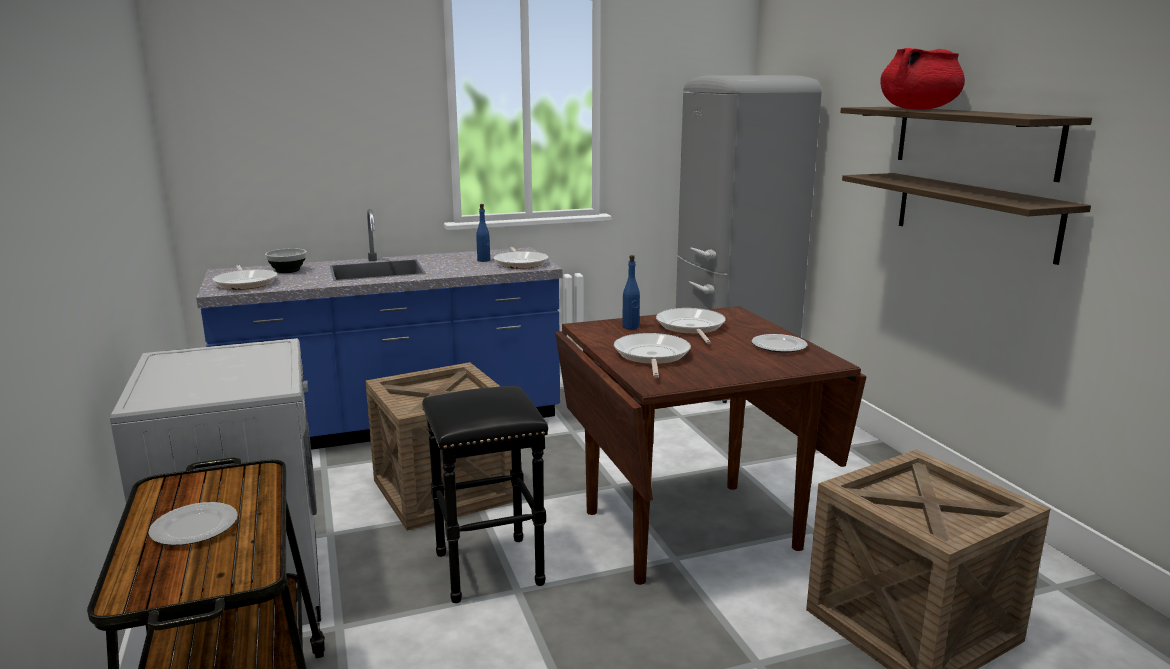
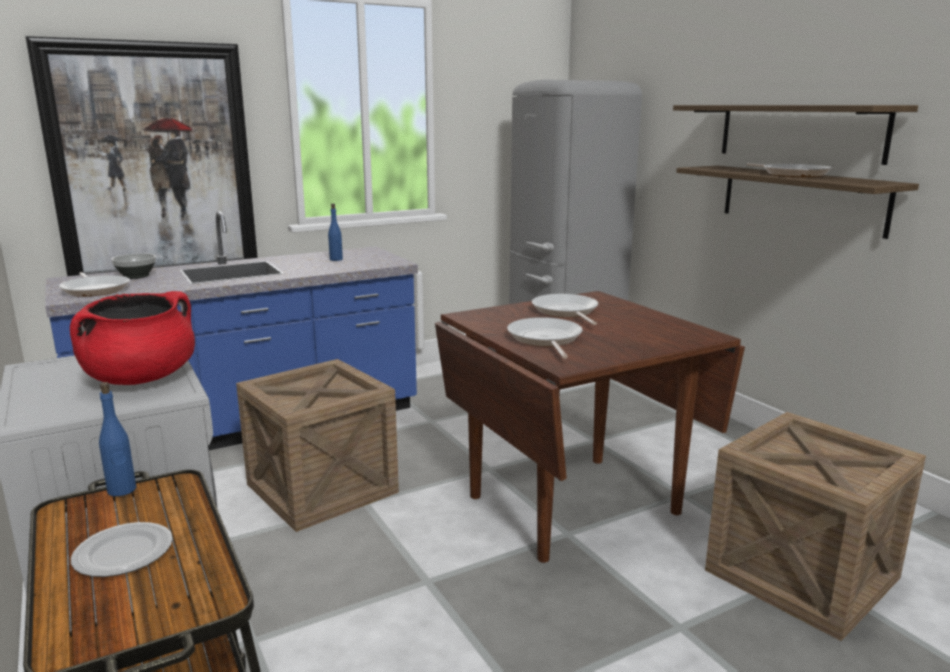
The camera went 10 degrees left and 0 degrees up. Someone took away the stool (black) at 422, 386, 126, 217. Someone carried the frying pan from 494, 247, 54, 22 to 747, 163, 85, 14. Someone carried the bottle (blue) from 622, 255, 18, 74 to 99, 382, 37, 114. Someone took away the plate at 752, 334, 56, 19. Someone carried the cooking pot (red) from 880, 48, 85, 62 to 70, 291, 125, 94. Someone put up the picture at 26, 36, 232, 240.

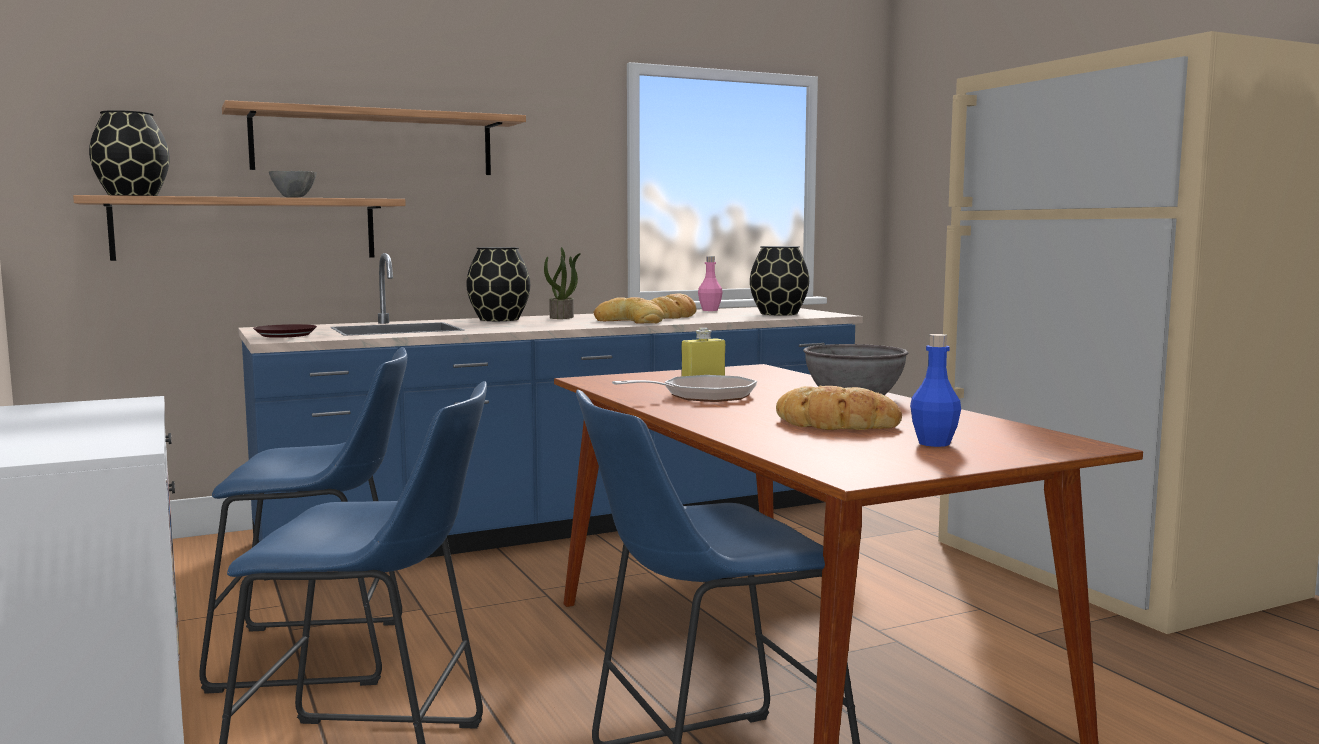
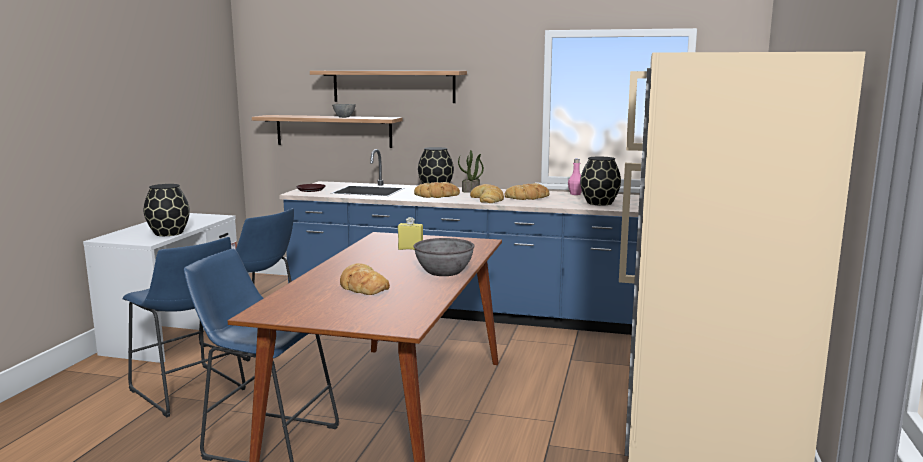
The camera went 40 degrees right and 5 degrees up. Someone carried the vase (black) from 89, 110, 81, 86 to 144, 184, 46, 52. Someone took away the frying pan at 612, 375, 145, 27. Someone took away the bottle (blue) at 910, 334, 51, 113. Someone put down the bread at 414, 182, 46, 16.

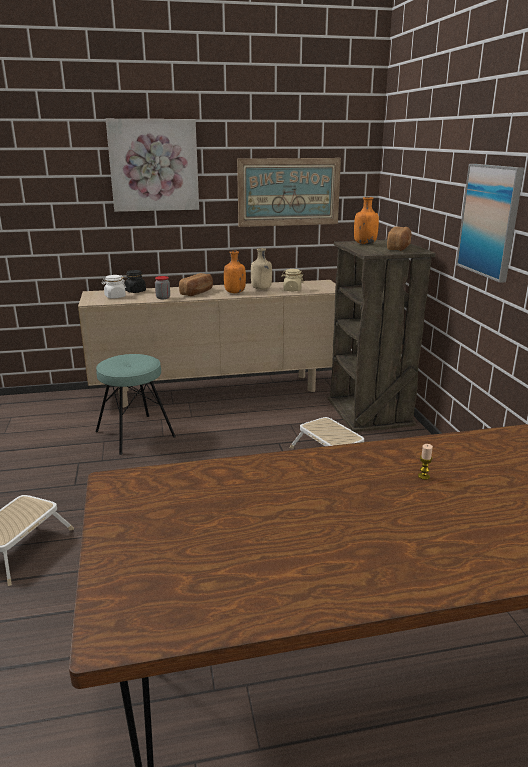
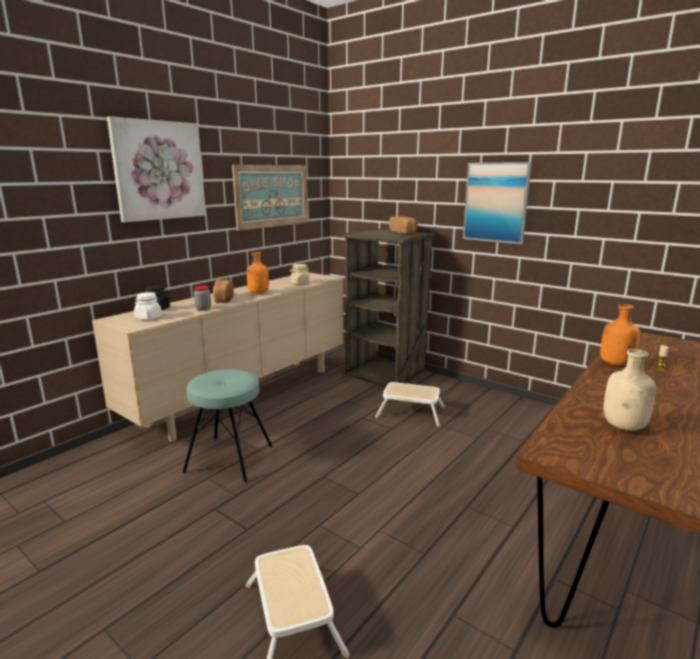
The camera went 40 degrees left and 5 degrees down. Someone carried the bottle (beige) from 251, 248, 21, 42 to 603, 349, 53, 82. Someone carried the bottle (orange) from 354, 197, 25, 47 to 600, 304, 40, 62.

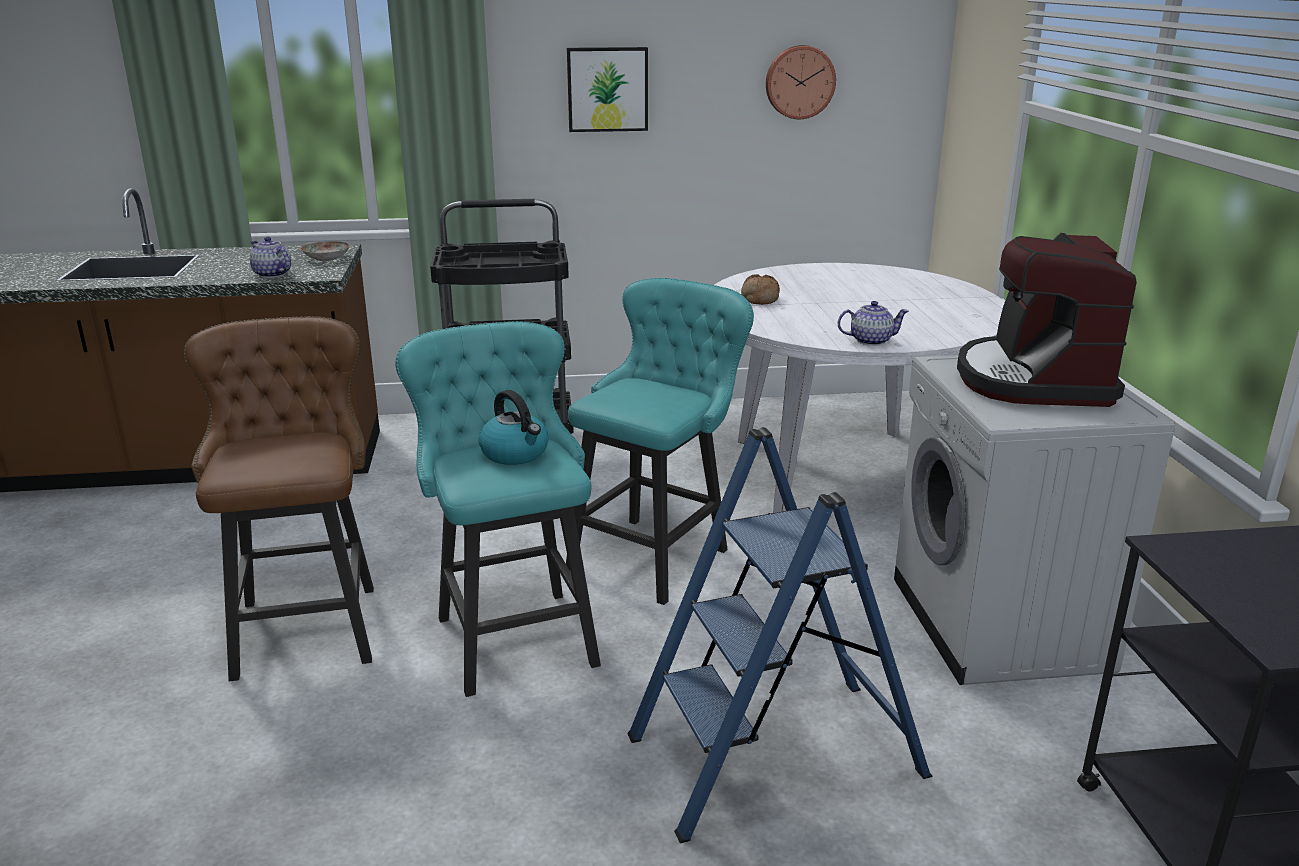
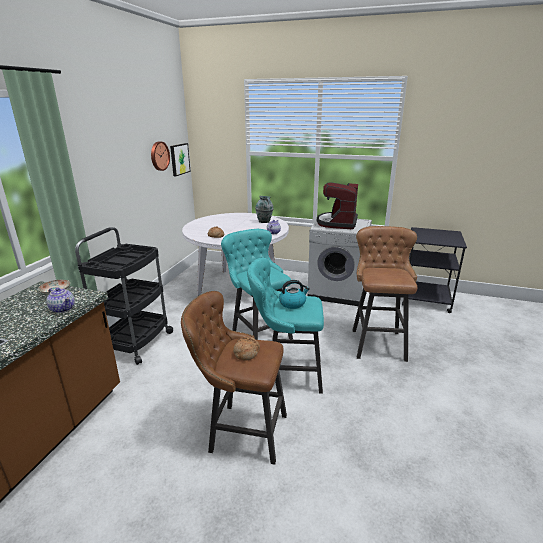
The camera went 65 degrees left and 0 degrees up. Someone rotated the teapot at 250, 237, 41, 41 by 120 degrees counterclockwise. Someone carried the picture from 567, 47, 81, 85 to 170, 143, 21, 33. Someone swapped the step ladder (blue) at 627, 427, 305, 416 for the stool (brown) at 352, 226, 66, 136. Someone rotated the coffee machine at 957, 233, 180, 174 by 75 degrees clockwise. Someone put down the bread at 233, 336, 27, 24. Someone put down the vase at 255, 196, 18, 27.

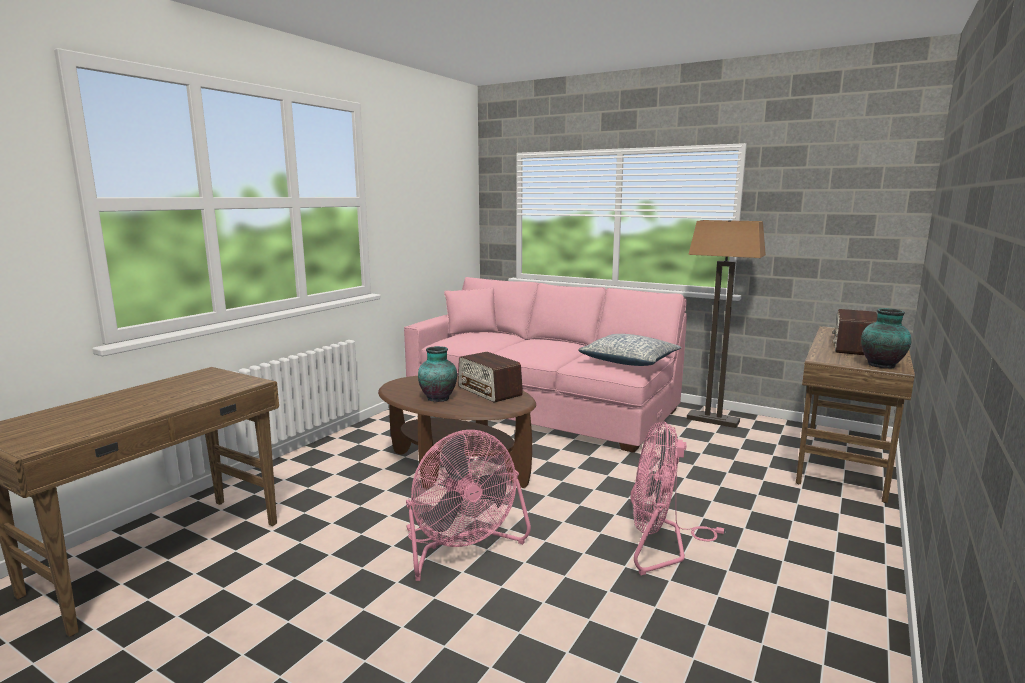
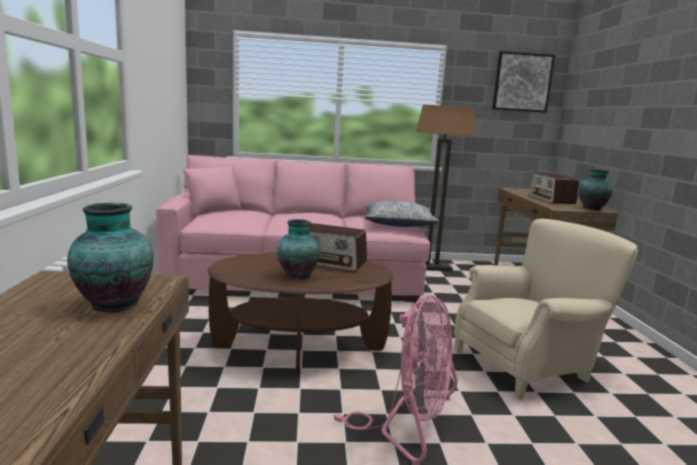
The camera went 35 degrees left and 0 degrees up. Someone swapped the fan (pink) at 630, 421, 97, 155 for the armchair (beige) at 454, 219, 184, 180. Someone put down the vase at 67, 203, 87, 109. Someone put up the picture at 492, 51, 63, 62.

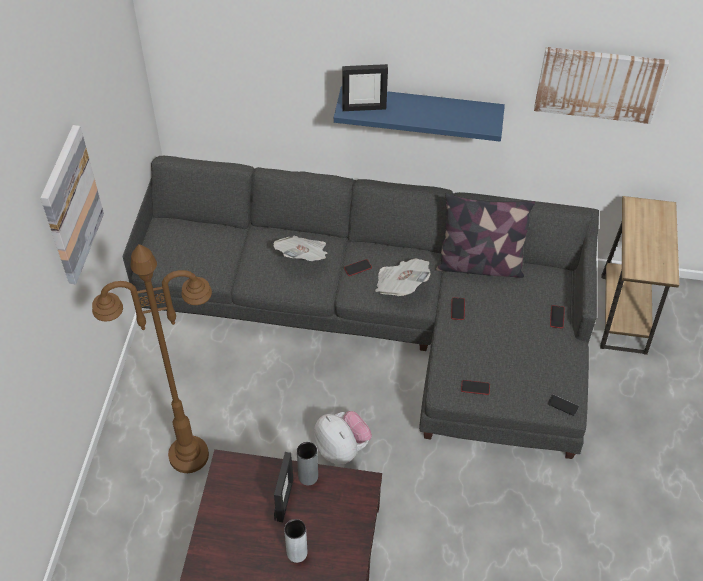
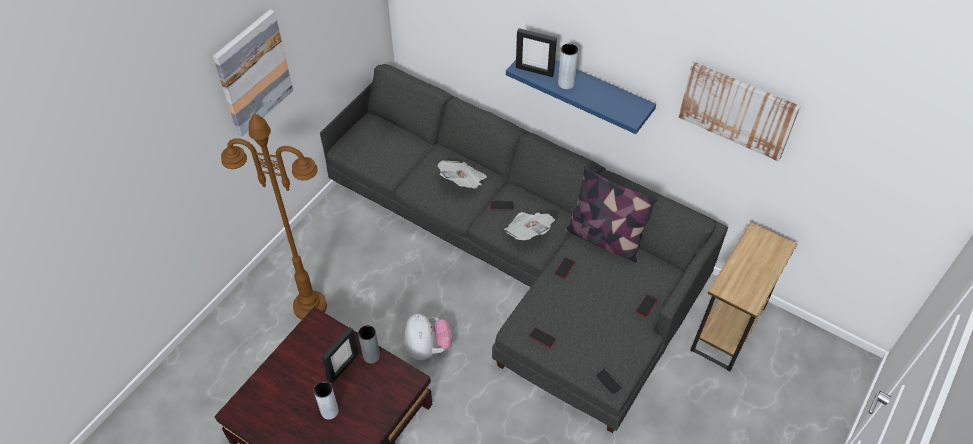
The camera went 25 degrees right and 0 degrees up. Someone put down the vase (grey) at 558, 43, 20, 46.

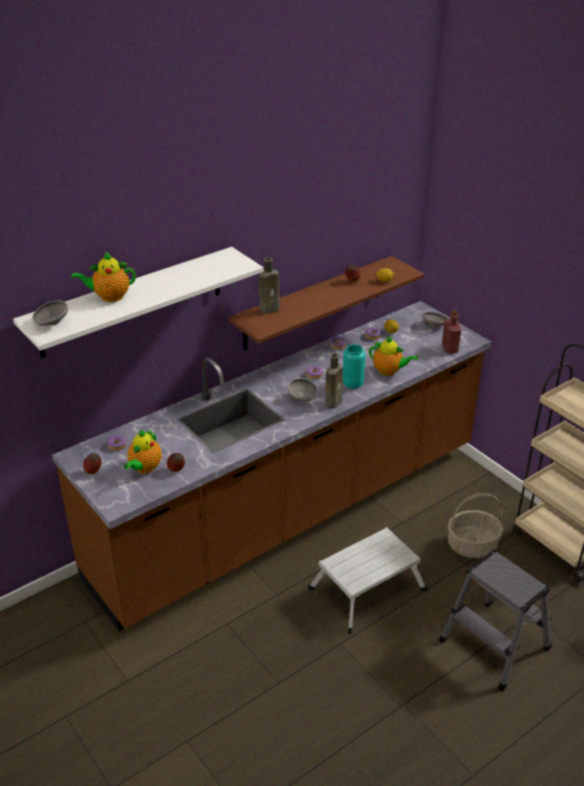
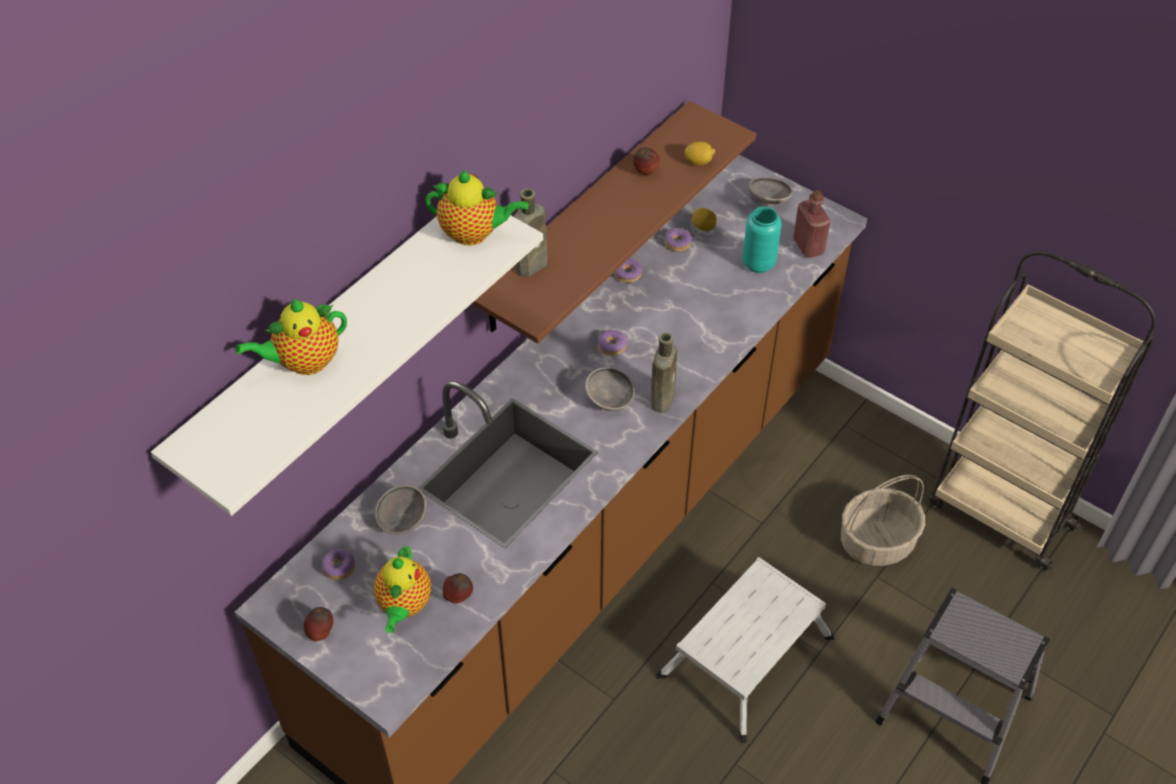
The camera went 15 degrees left and 15 degrees up. Someone carried the bowl (grey) from 32, 300, 36, 26 to 375, 485, 52, 50. Someone carried the vase (turquoise) from 343, 344, 23, 45 to 742, 207, 40, 66. Someone carried the teapot from 369, 336, 49, 40 to 425, 170, 104, 75.

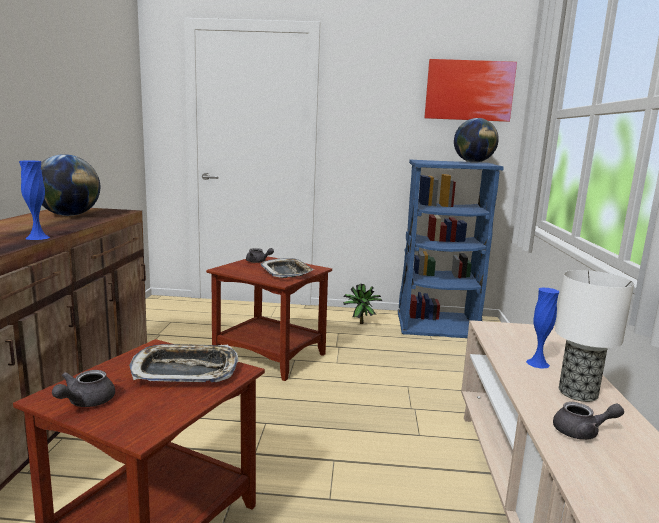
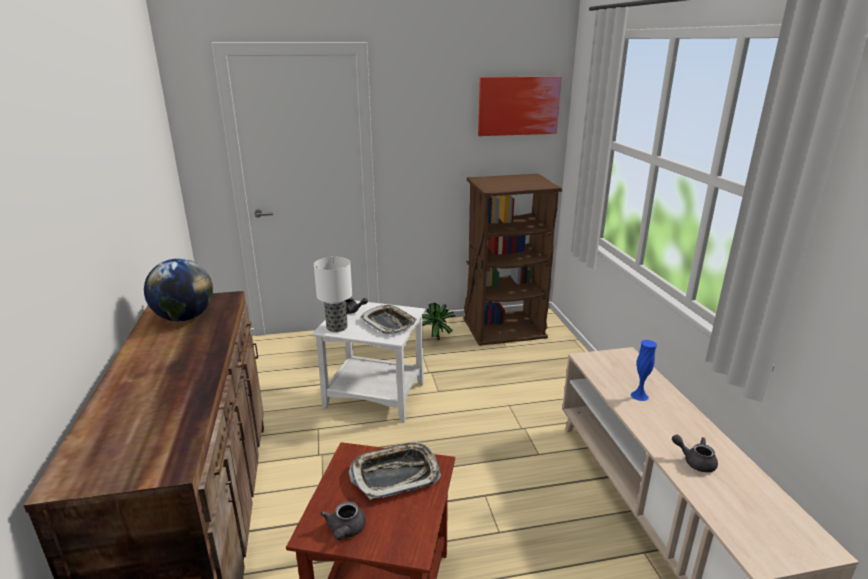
The camera went 15 degrees left and 10 degrees up. Someone took away the vase (blue) at 19, 160, 31, 80. Someone repainted the side table (brown) at 206, 256, 126, 125, which became the side table (white) at 312, 301, 113, 122. Someone repainted the bookcase (blue) at 398, 159, 106, 179, which became the bookcase (brown) at 463, 174, 99, 172. Someone took away the globe at 454, 118, 45, 45. Someone rotated the teapot (grey) at 553, 402, 71, 38 by 135 degrees counterclockwise. Someone carried the table lamp from 555, 270, 79, 132 to 314, 257, 38, 75.

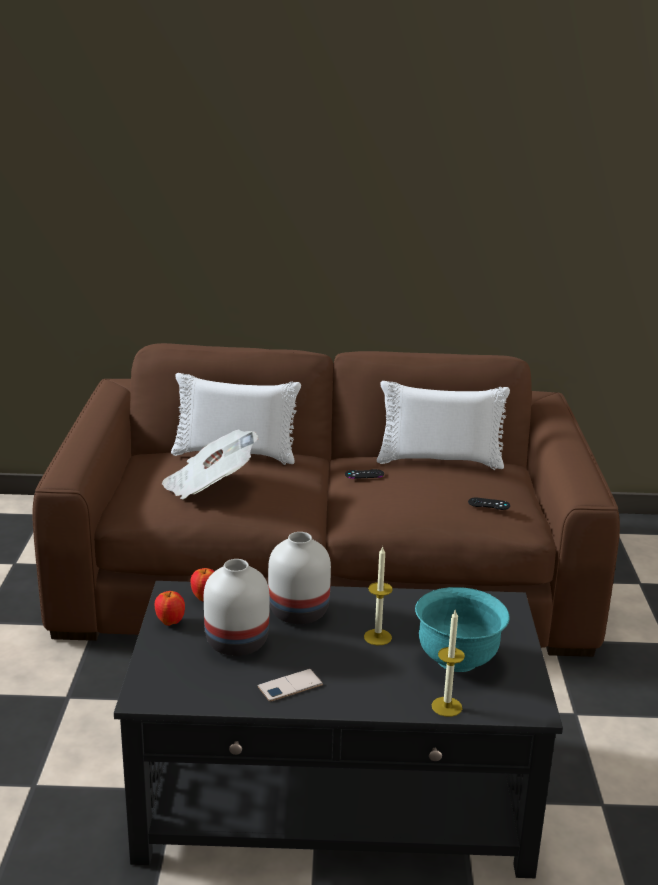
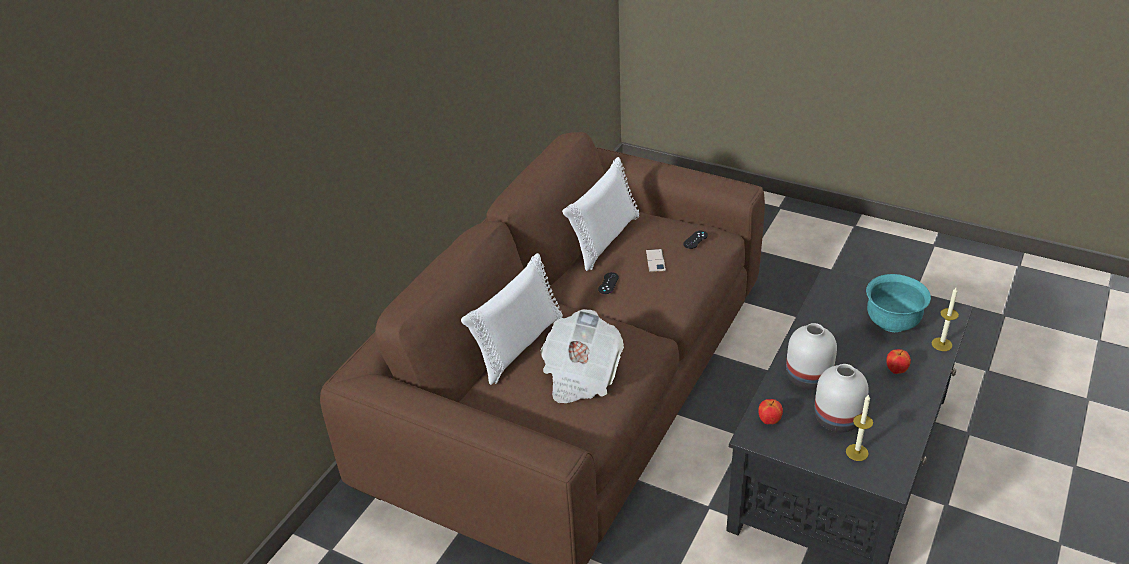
The camera went 60 degrees left and 15 degrees up. Someone carried the apple from 155, 591, 30, 35 to 886, 349, 25, 25. Someone carried the phone from 258, 669, 65, 33 to 646, 249, 20, 23. Someone carried the candle from 364, 546, 29, 99 to 846, 394, 27, 67.

